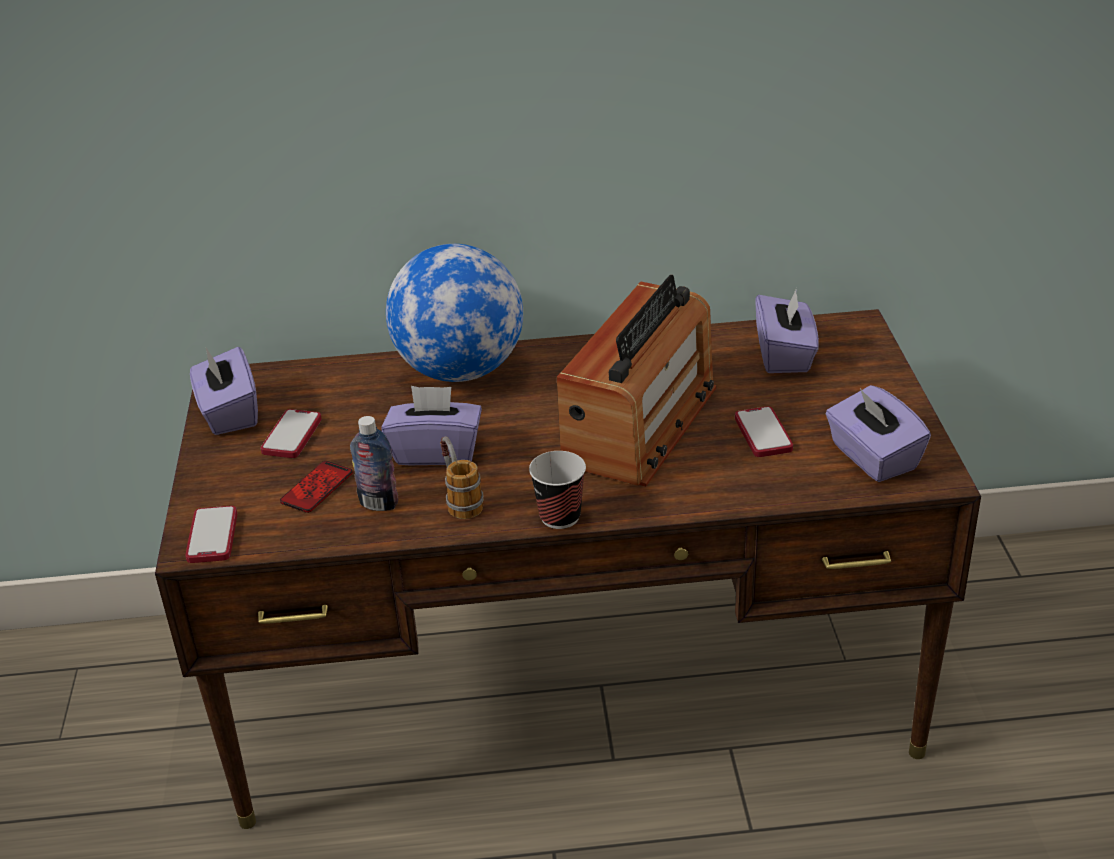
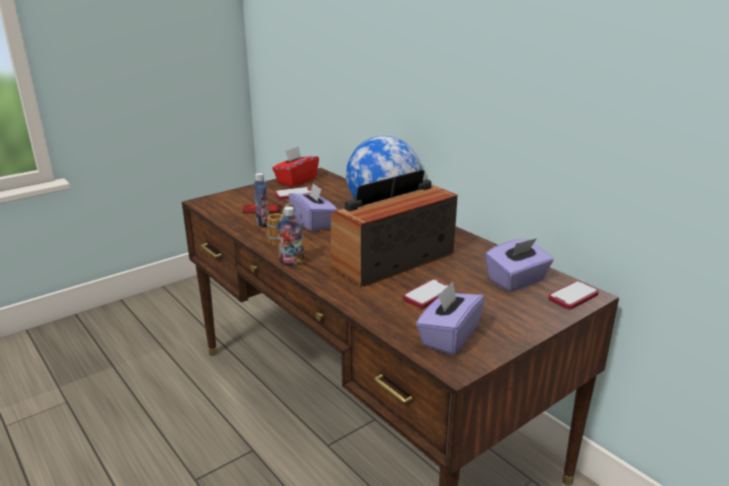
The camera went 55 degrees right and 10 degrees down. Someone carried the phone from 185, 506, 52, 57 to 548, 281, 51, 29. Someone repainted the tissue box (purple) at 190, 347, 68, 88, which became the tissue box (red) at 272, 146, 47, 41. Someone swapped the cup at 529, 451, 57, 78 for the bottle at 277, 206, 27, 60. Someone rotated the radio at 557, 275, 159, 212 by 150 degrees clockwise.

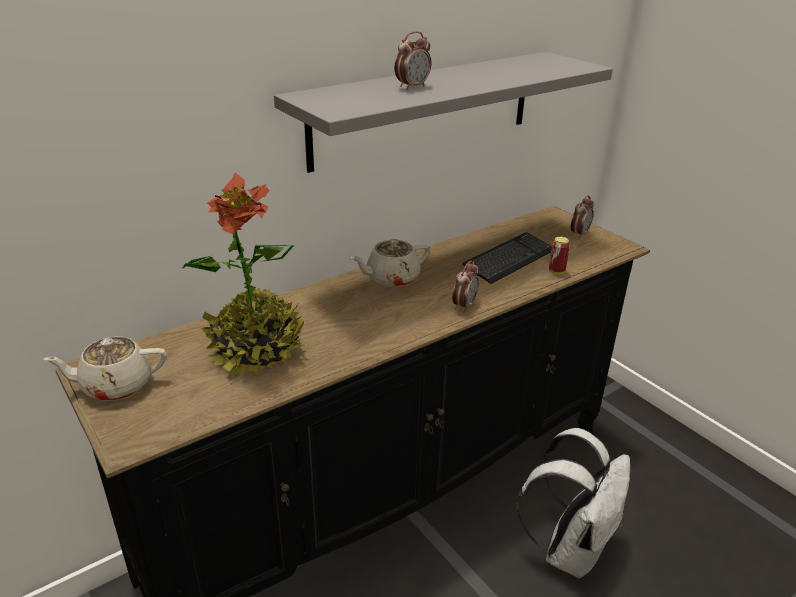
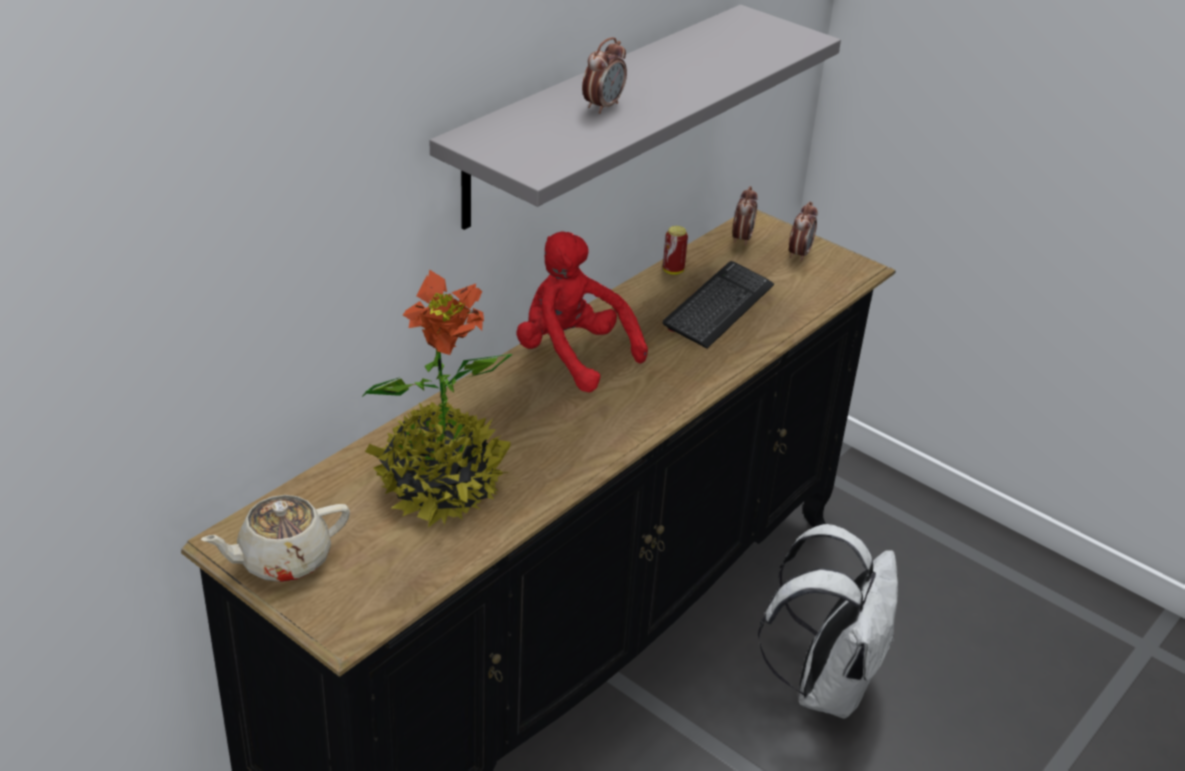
The camera went 15 degrees left and 5 degrees up. Someone swapped the teapot (beige) at 351, 239, 79, 48 for the plush toy (red) at 516, 231, 132, 161. Someone carried the alarm clock from 452, 261, 27, 51 to 733, 186, 25, 60. Someone carried the can from 549, 237, 21, 37 to 663, 226, 25, 49.

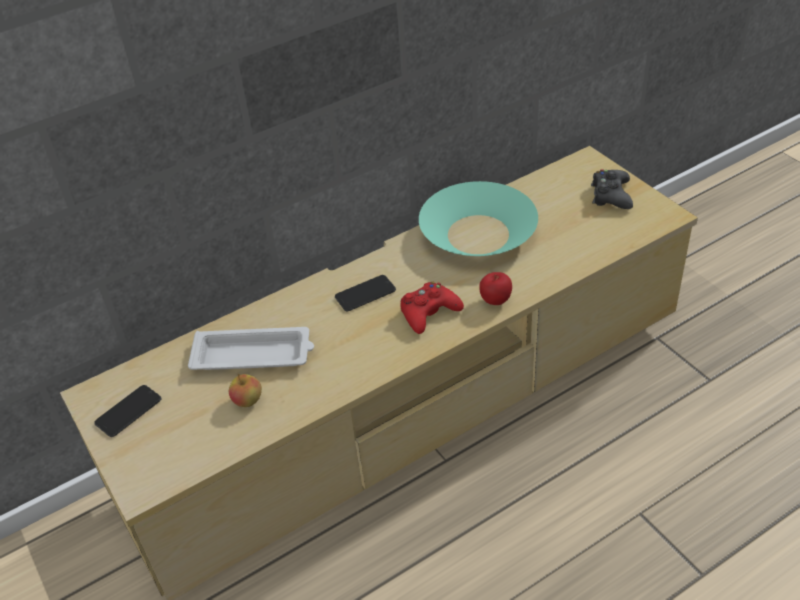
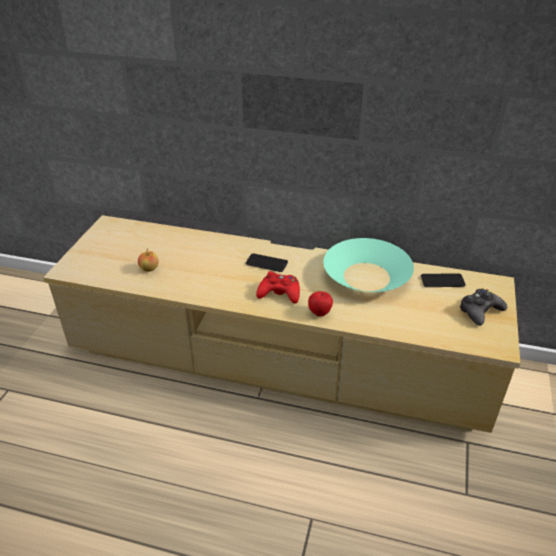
The camera went 45 degrees right and 5 degrees down. Someone carried the phone from 94, 385, 67, 52 to 421, 273, 45, 14. Someone took away the tray (white) at 188, 327, 126, 43.

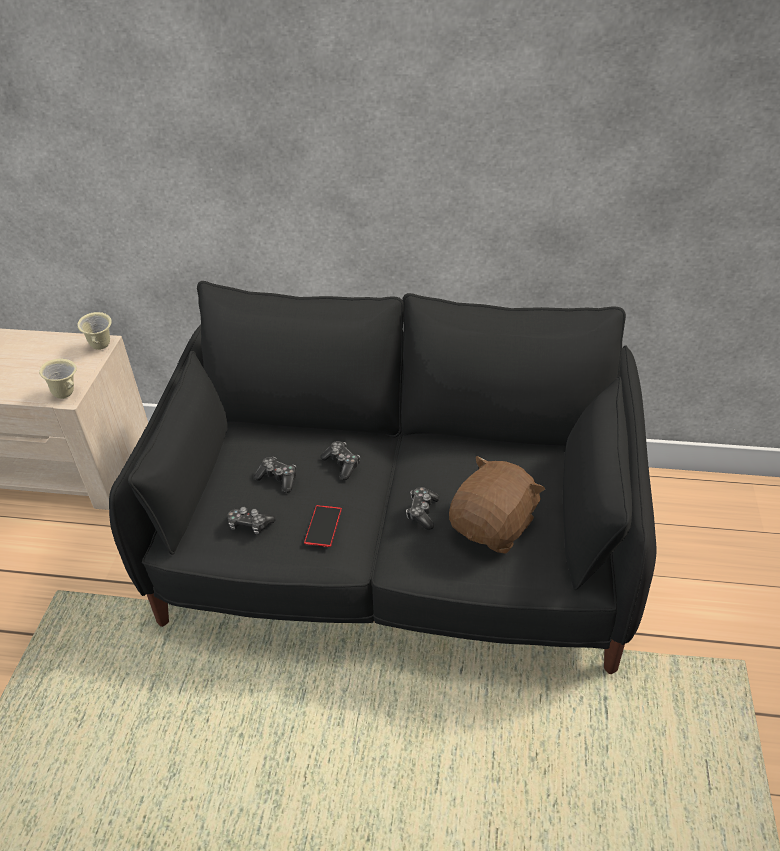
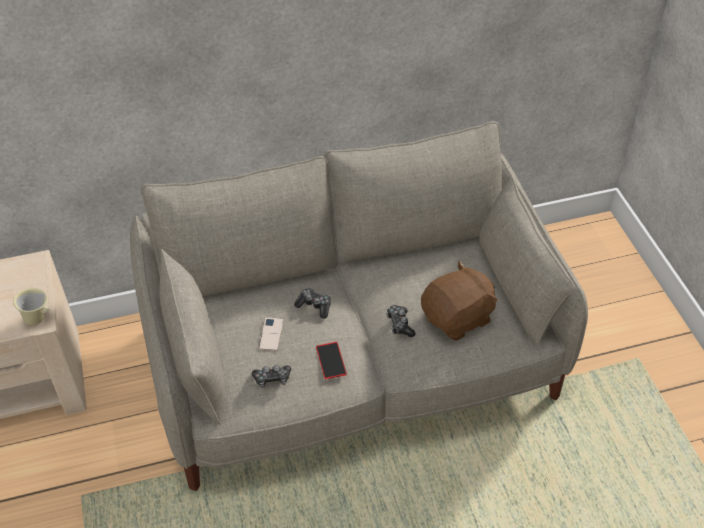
The camera went 25 degrees left and 5 degrees up. Someone took away the mug (beige) at 77, 312, 35, 38. Someone repainted the sofa (black) at 109, 281, 548, 393, which became the sofa (beige) at 130, 121, 458, 370. Someone swapped the game controller at 254, 457, 42, 36 for the phone at 258, 317, 26, 34. Someone rotated the plush toy (brown) at 449, 456, 96, 98 by 45 degrees clockwise.

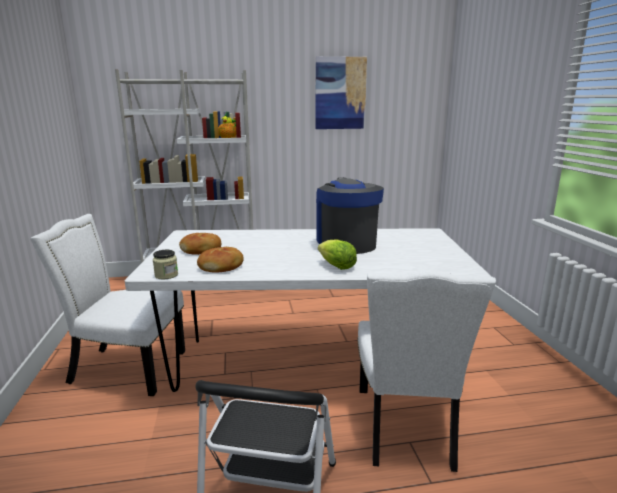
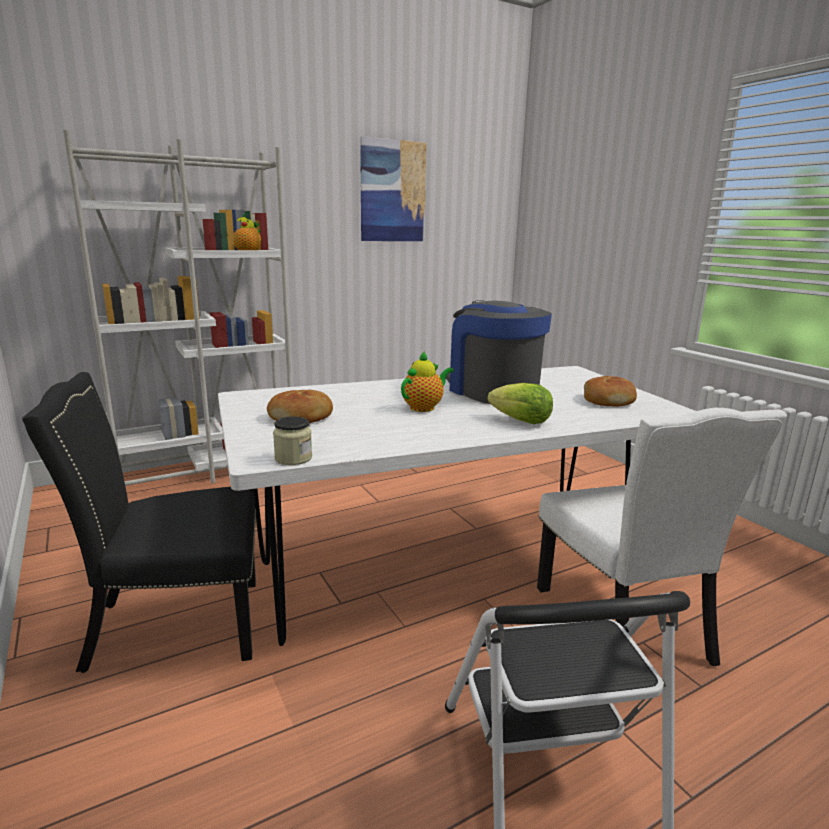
The camera went 20 degrees left and 0 degrees up. Someone repainted the chair (white) at 30, 214, 155, 182, which became the chair (black) at 22, 372, 234, 301. Someone carried the bread from 197, 247, 47, 26 to 584, 376, 53, 30. Someone put down the teapot at 401, 351, 53, 61.

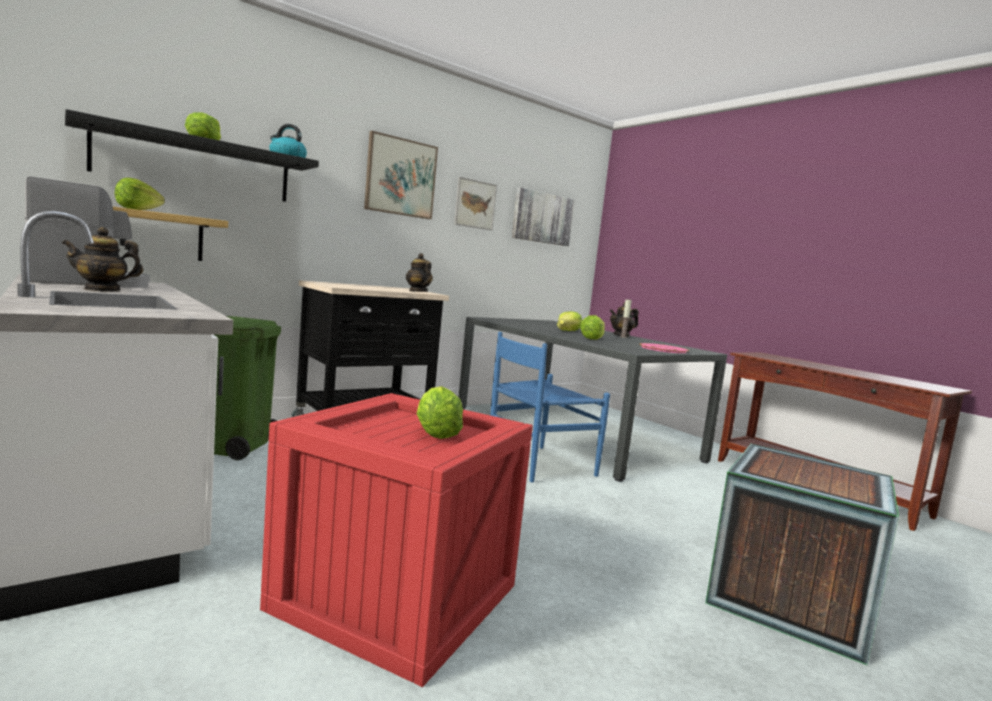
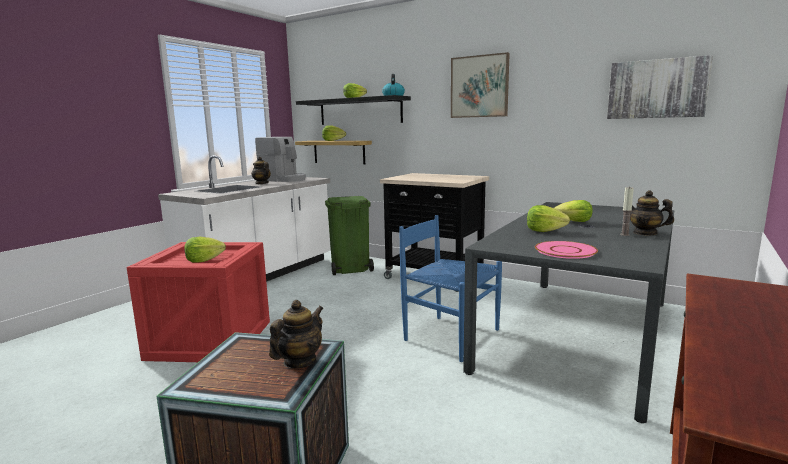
The camera went 70 degrees right and 5 degrees up. Someone carried the teapot from 406, 253, 27, 39 to 269, 300, 55, 69. Someone took away the picture at 454, 177, 43, 53.

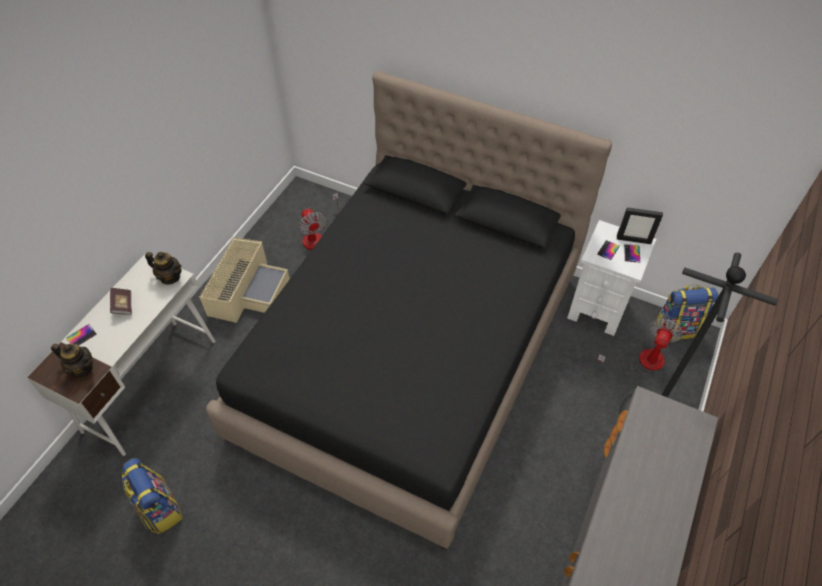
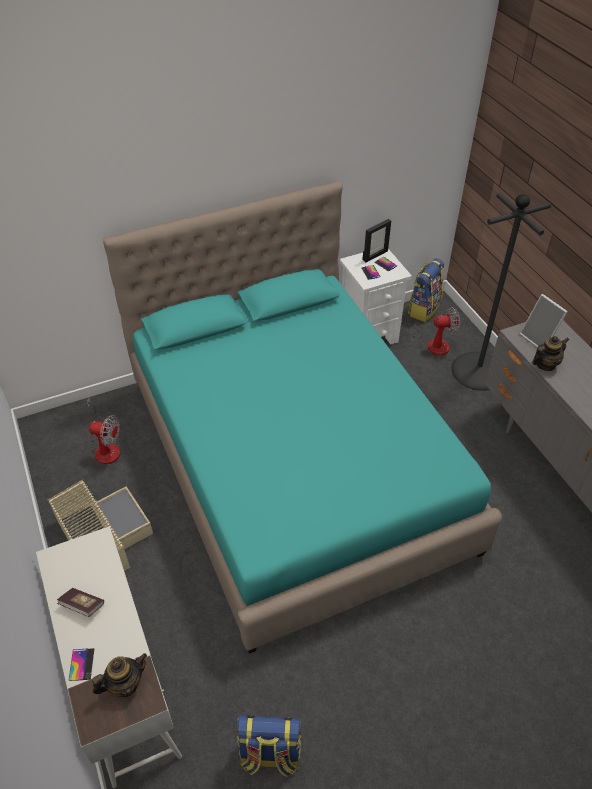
The camera went 50 degrees left and 5 degrees down. Someone carried the teapot from 145, 252, 37, 32 to 532, 336, 37, 35. Someone repainted the bed (black) at 206, 71, 406, 478, which became the bed (turquoise) at 103, 181, 399, 473. Someone rotated the fan at 597, 318, 86, 57 by 105 degrees clockwise. Someone put down the picture frame at 520, 294, 48, 54.

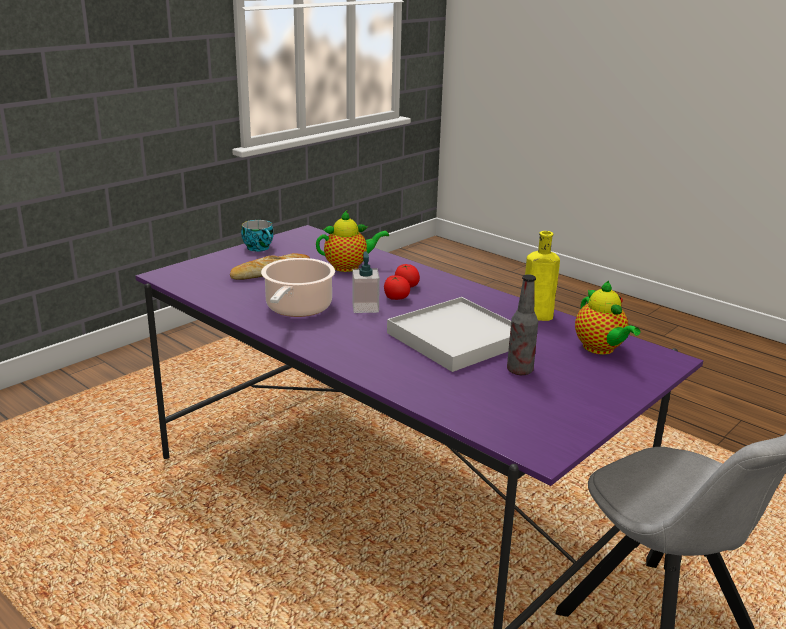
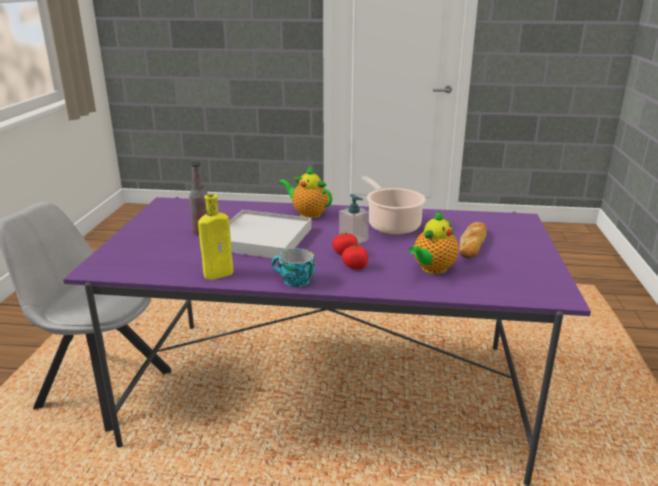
The camera went 145 degrees right and 0 degrees up. Someone carried the cup from 241, 220, 33, 32 to 272, 248, 43, 39. Someone carried the teapot from 575, 281, 66, 74 to 279, 166, 53, 53.

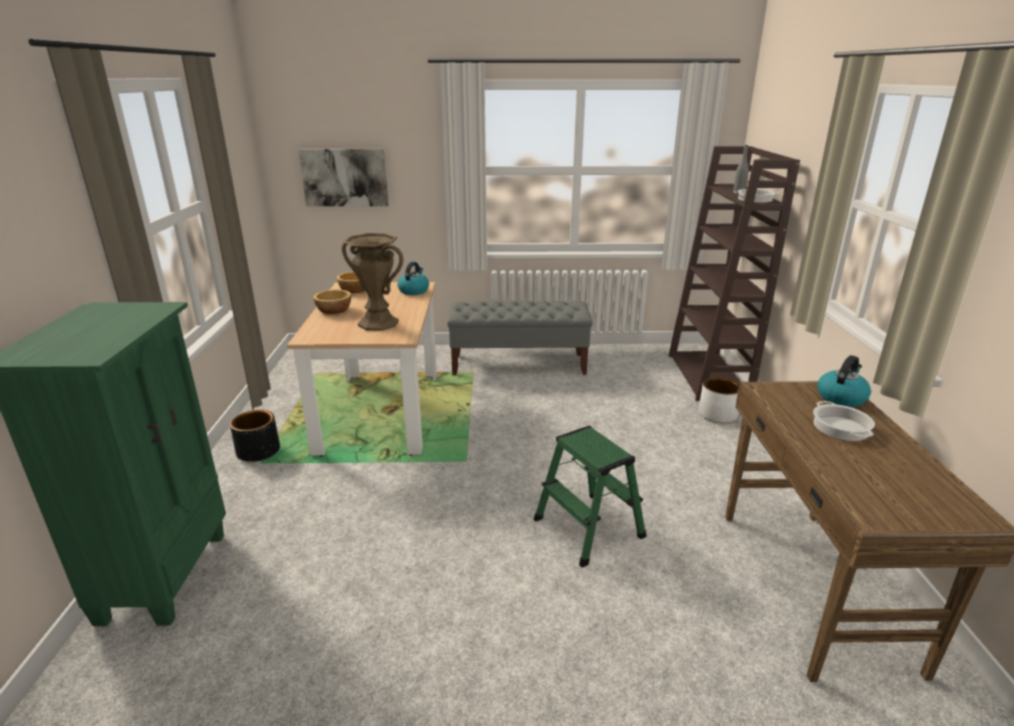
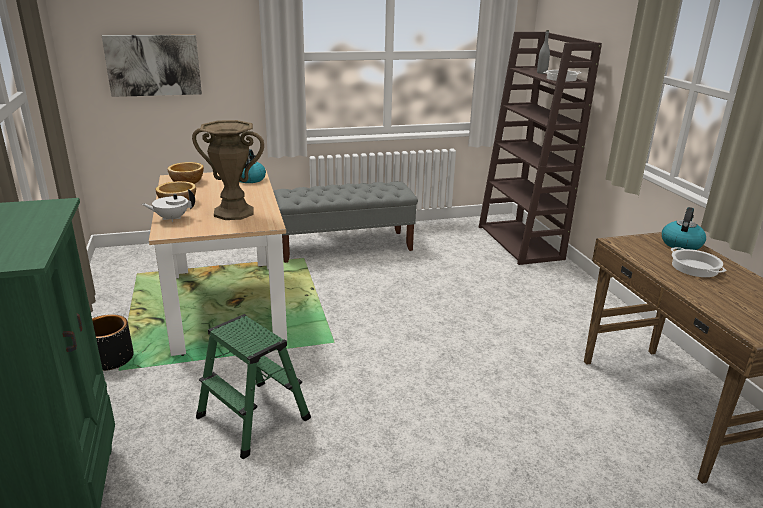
The camera went 15 degrees left and 0 degrees up. Someone carried the step ladder (green) from 534, 425, 113, 142 to 196, 314, 115, 145. Someone took away the planter (white) at 698, 377, 41, 46. Someone put down the teapot (white) at 142, 189, 53, 33.

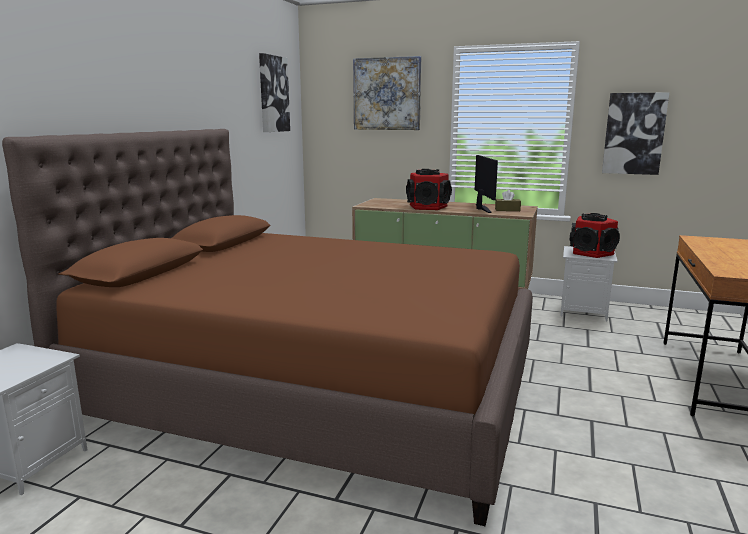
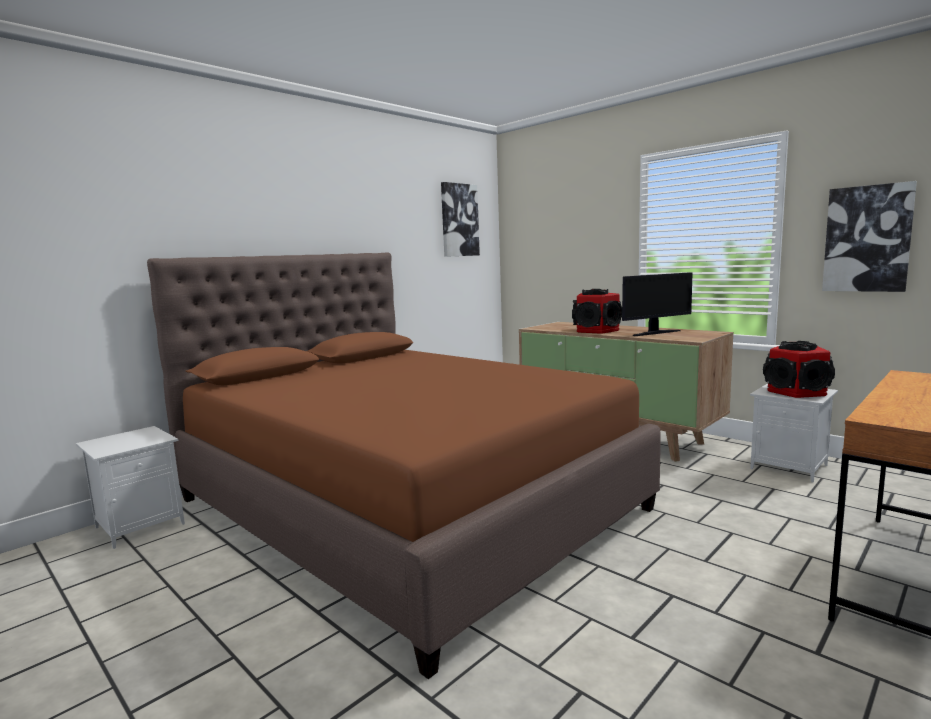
The camera went 25 degrees right and 5 degrees down. Someone took away the picture at 353, 56, 68, 74. Someone rotated the monitor at 475, 155, 23, 58 by 45 degrees clockwise. Someone took away the tissue box (brown) at 495, 190, 26, 21.

